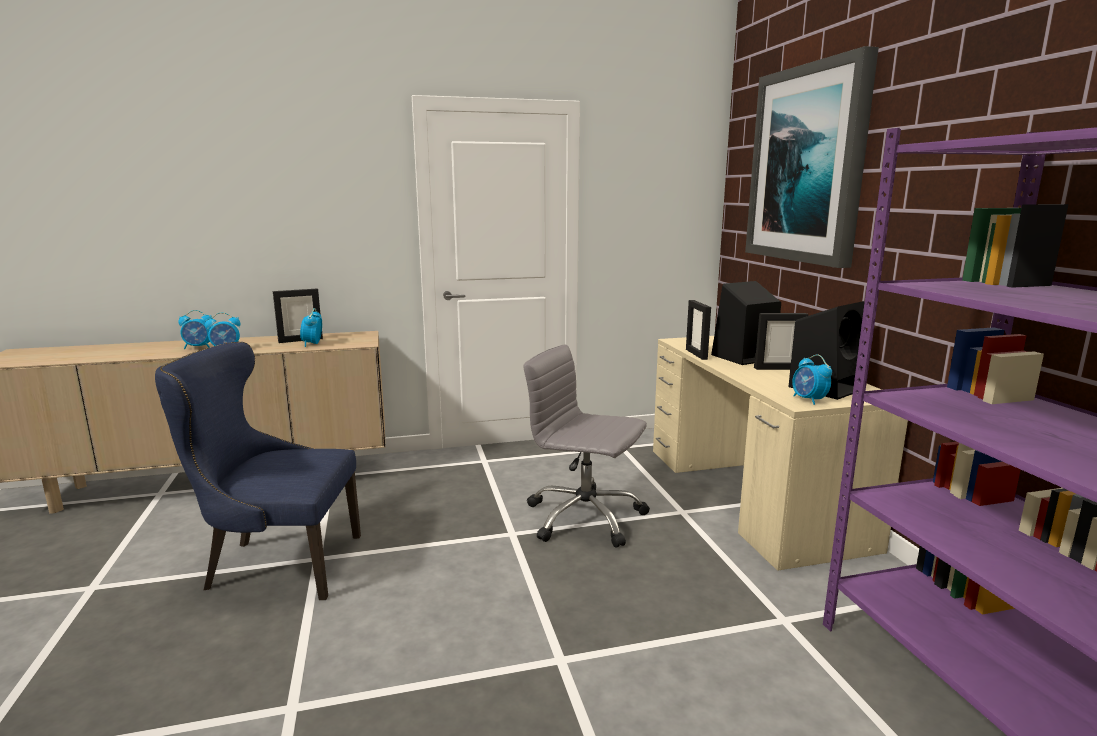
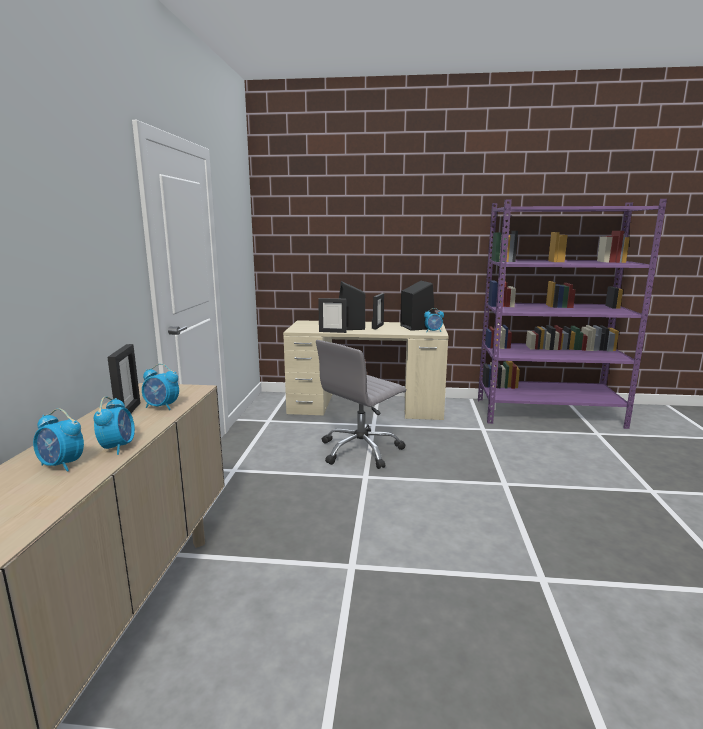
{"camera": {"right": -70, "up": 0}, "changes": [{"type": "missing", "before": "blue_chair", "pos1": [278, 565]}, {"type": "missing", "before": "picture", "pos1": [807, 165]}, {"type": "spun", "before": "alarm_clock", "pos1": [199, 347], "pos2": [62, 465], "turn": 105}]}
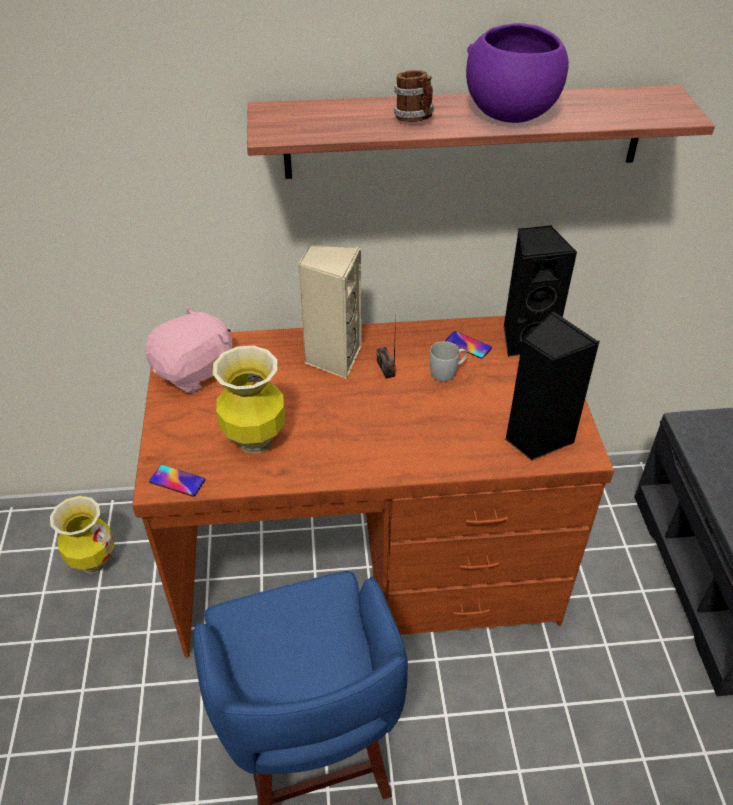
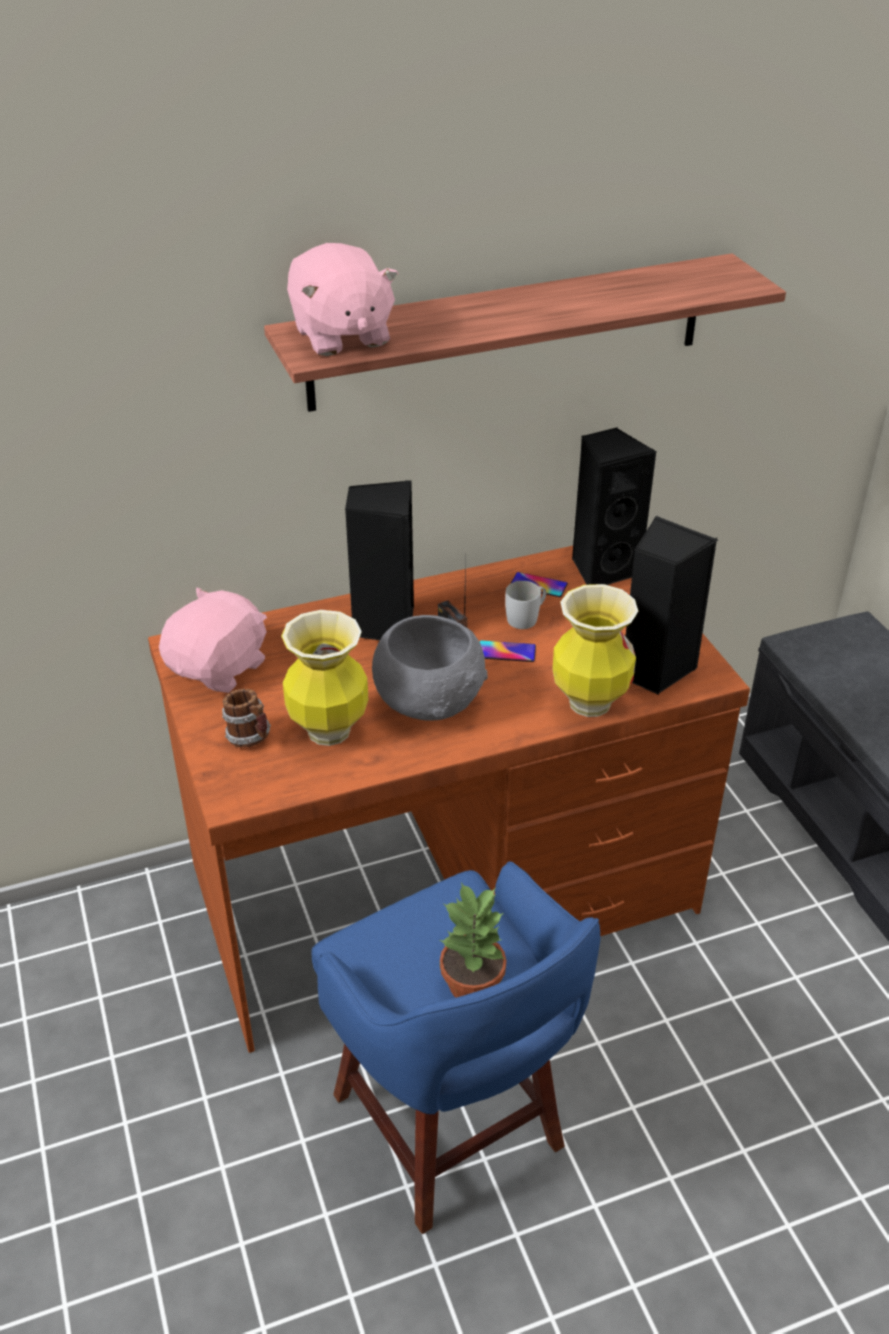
{"camera": {"right": -15, "up": -5}, "changes": [{"type": "missing", "before": "purple_bowl", "pos1": [509, 111]}, {"type": "appeared", "after": "pink_plush_toy", "pos2": [341, 336]}, {"type": "appeared", "after": "grey_bowl", "pos2": [431, 701]}, {"type": "appeared", "after": "potted_plant", "pos2": [473, 984]}, {"type": "relocated", "before": "vase", "pos1": [93, 562], "pos2": [589, 703]}, {"type": "relocated", "before": "phone", "pos1": [177, 481], "pos2": [506, 652]}, {"type": "relocated", "before": "mug", "pos1": [415, 119], "pos2": [250, 738]}, {"type": "colour", "before": "beige_speaker", "after": "black_speaker", "pos1": [333, 357], "pos2": [384, 625]}]}
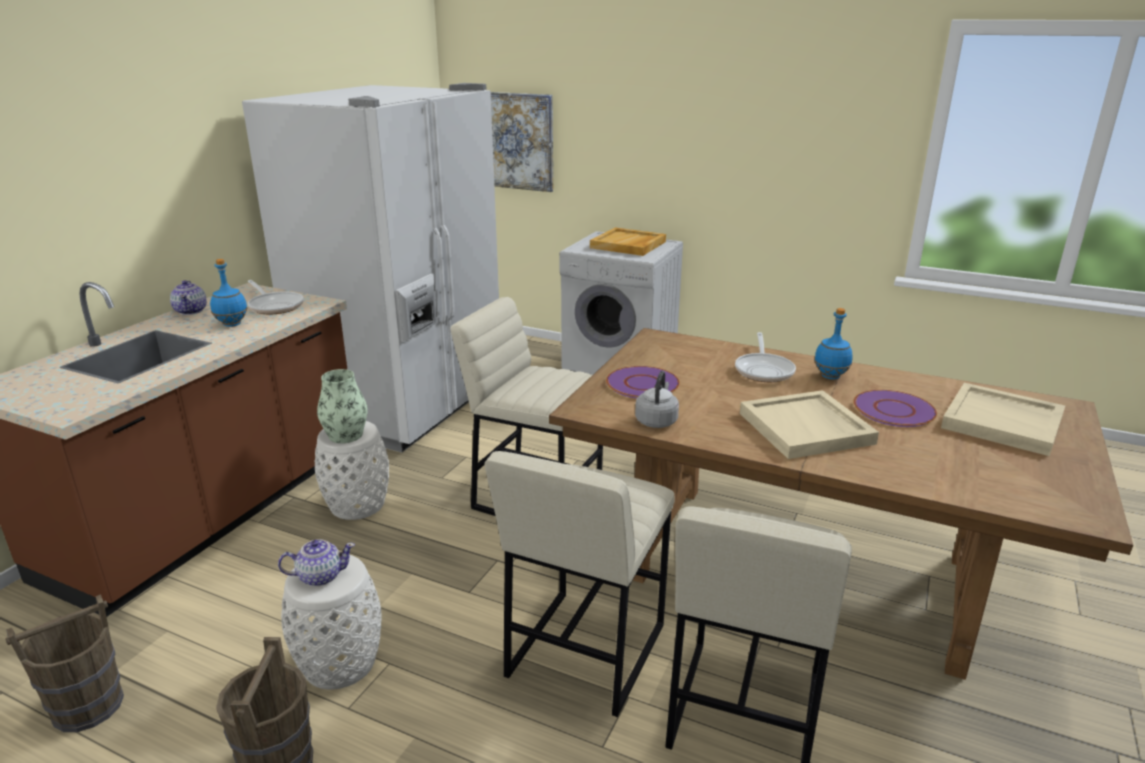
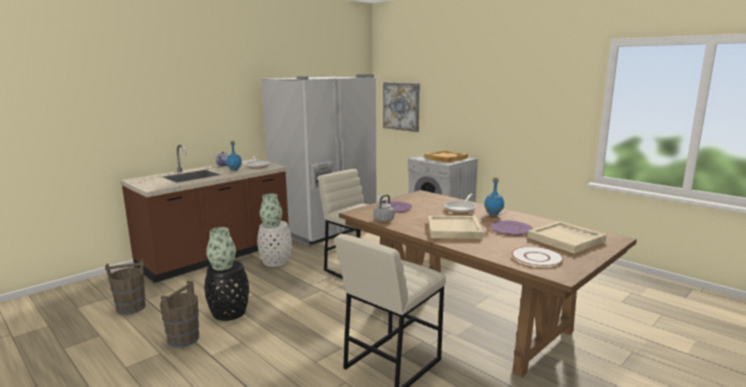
{"camera": {"right": 20, "up": -10}, "changes": [{"type": "missing", "before": "beige_chair", "pos1": [584, 653]}, {"type": "appeared", "after": "white_plate", "pos2": [537, 258]}, {"type": "exchanged", "before": "teapot", "after": "vase", "pos1": [320, 576], "pos2": [222, 266]}, {"type": "colour", "before": "white_stool", "after": "black_stool", "pos1": [339, 663], "pos2": [229, 312]}]}
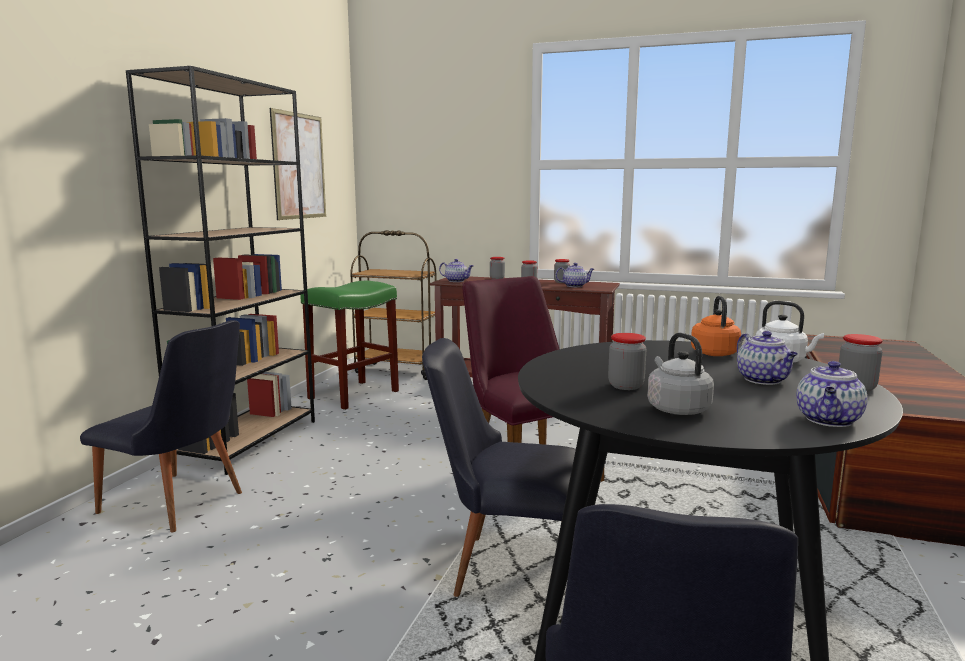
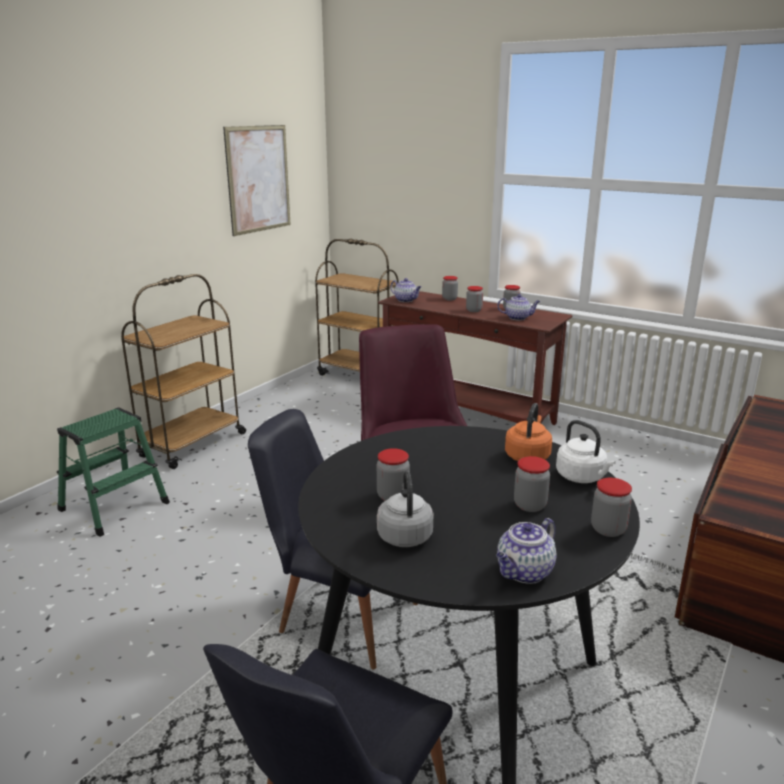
{"camera": {"right": 15, "up": 10}, "changes": [{"type": "missing", "before": "green_stool", "pos1": [353, 395]}, {"type": "exchanged", "before": "black_chair", "after": "green_step_ladder", "pos1": [180, 505], "pos2": [113, 506]}, {"type": "exchanged", "before": "beige_bookcase", "after": "brown_cart", "pos1": [247, 441], "pos2": [192, 445]}, {"type": "exchanged", "before": "teapot", "after": "jar", "pos1": [764, 380], "pos2": [530, 505]}]}
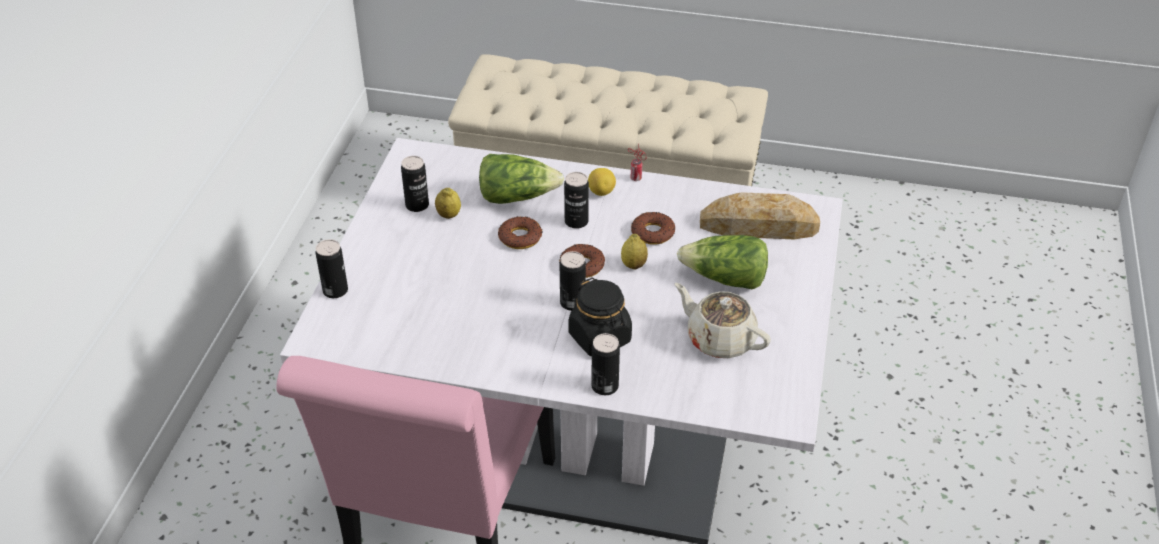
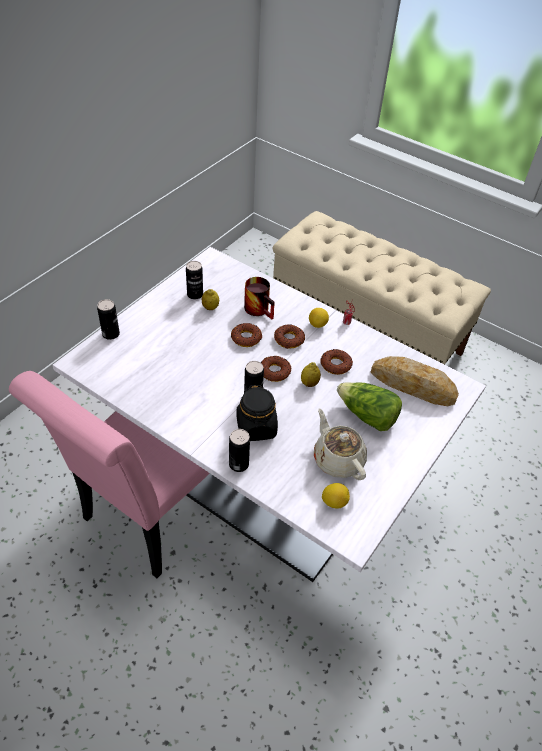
{"camera": {"right": 20, "up": 5}, "changes": [{"type": "appeared", "after": "lemon", "pos2": [334, 502]}, {"type": "exchanged", "before": "lettuce", "after": "mug", "pos1": [517, 196], "pos2": [261, 309]}, {"type": "exchanged", "before": "can", "after": "donut", "pos1": [576, 221], "pos2": [289, 339]}]}
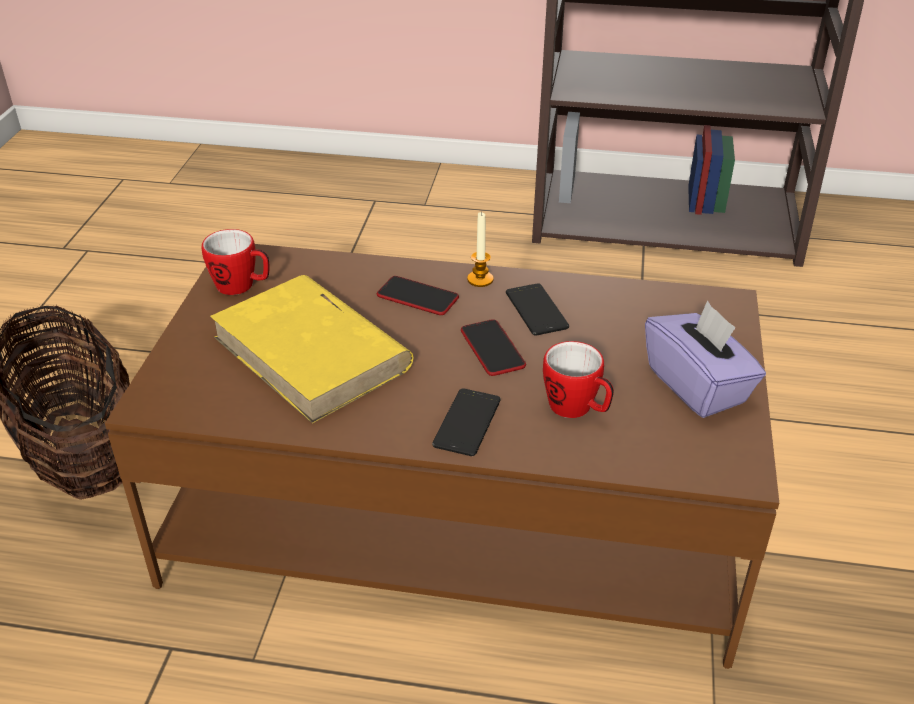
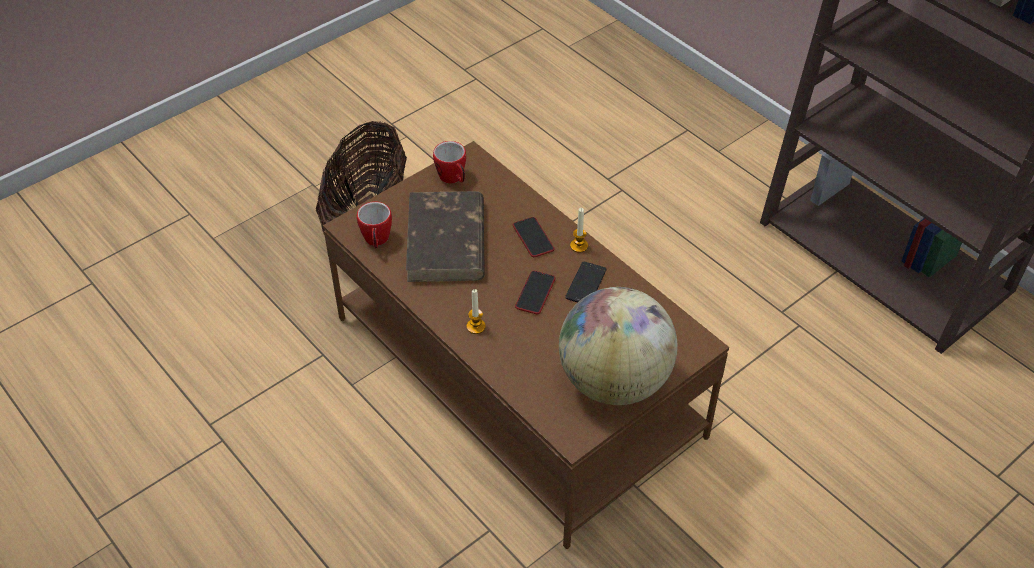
{"camera": {"right": 40, "up": 10}, "changes": [{"type": "relocated", "before": "mug", "pos1": [577, 409], "pos2": [376, 241]}, {"type": "exchanged", "before": "phone", "after": "candle", "pos1": [467, 422], "pos2": [476, 326]}, {"type": "exchanged", "before": "purple_tissue_box", "after": "globe", "pos1": [697, 385], "pos2": [614, 381]}, {"type": "colour", "before": "yellow_book", "after": "brown_book", "pos1": [313, 353], "pos2": [446, 242]}]}
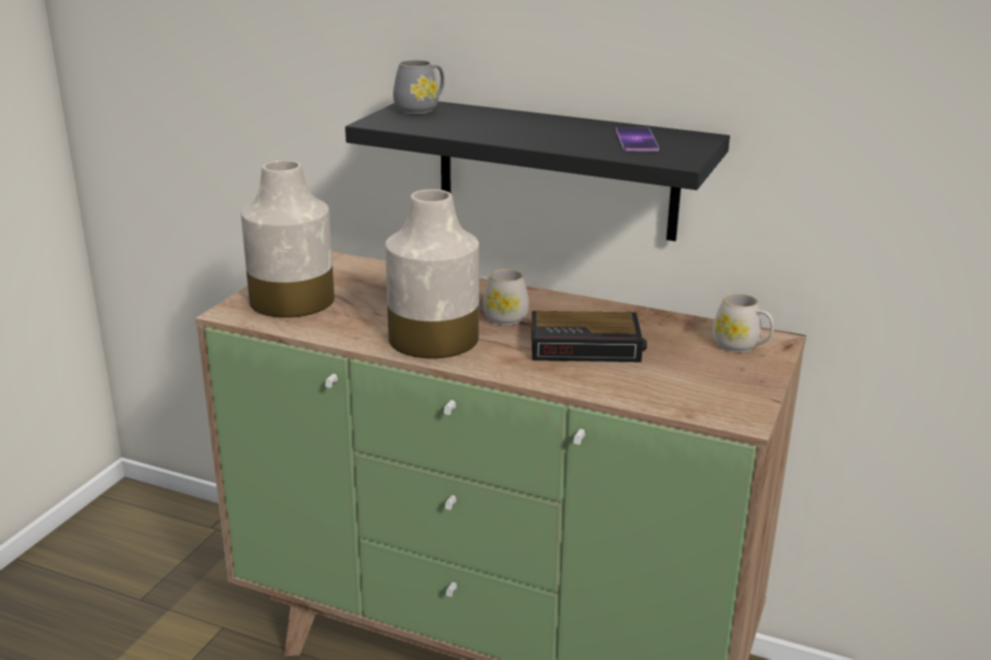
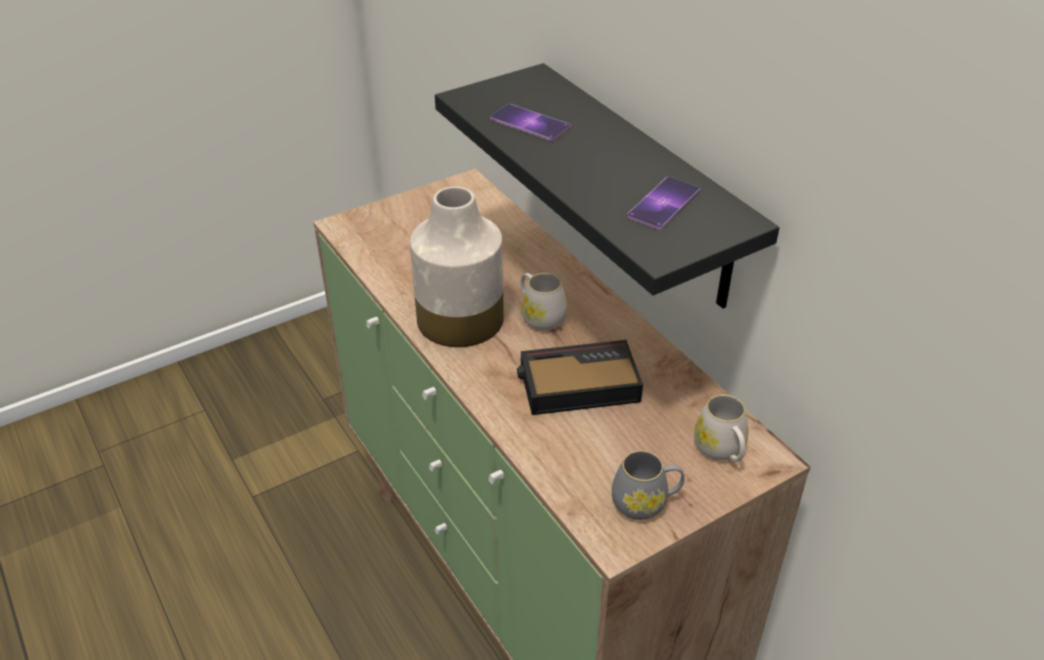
{"camera": {"right": 35, "up": 15}, "changes": [{"type": "missing", "before": "beige_vase", "pos1": [293, 299]}, {"type": "appeared", "after": "phone", "pos2": [530, 123]}, {"type": "relocated", "before": "grey_mug", "pos1": [421, 109], "pos2": [645, 502]}, {"type": "spun", "before": "alarm_clock", "pos1": [587, 346], "pos2": [576, 385], "turn": 135}]}
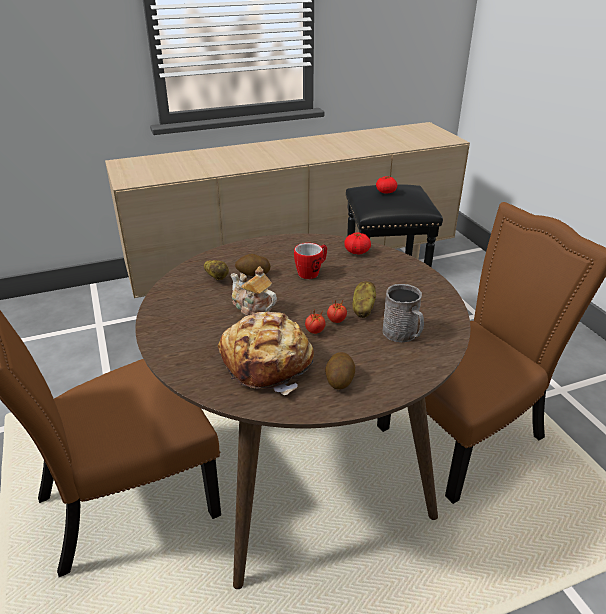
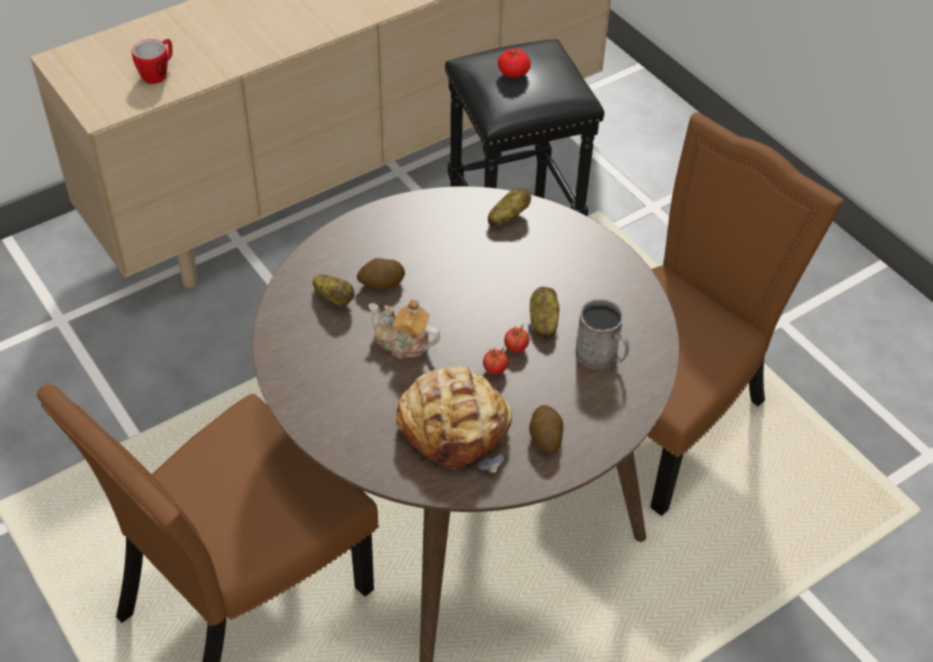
{"camera": {"right": -15, "up": 15}, "changes": [{"type": "relocated", "before": "mug", "pos1": [311, 272], "pos2": [158, 74]}, {"type": "exchanged", "before": "tomato", "after": "potato", "pos1": [357, 252], "pos2": [508, 217]}]}
